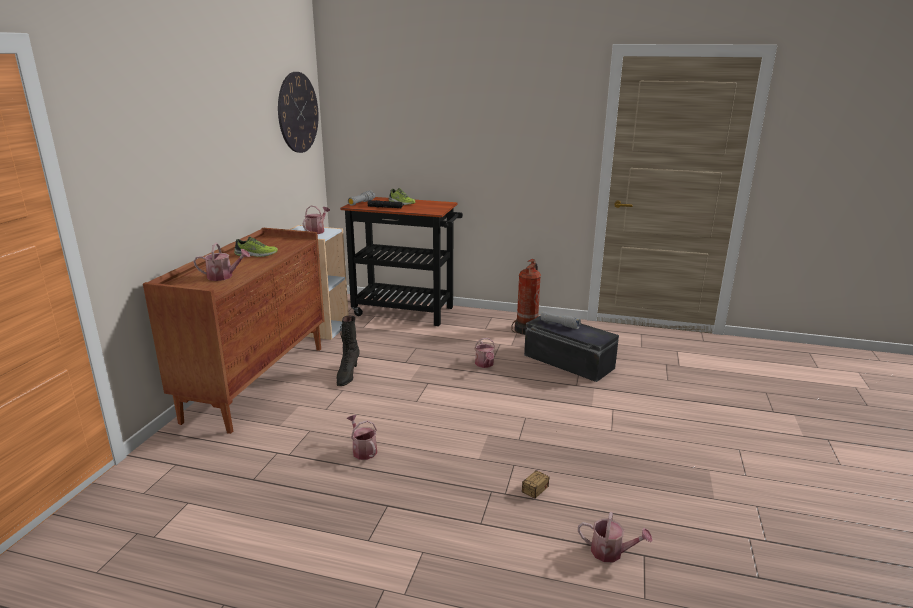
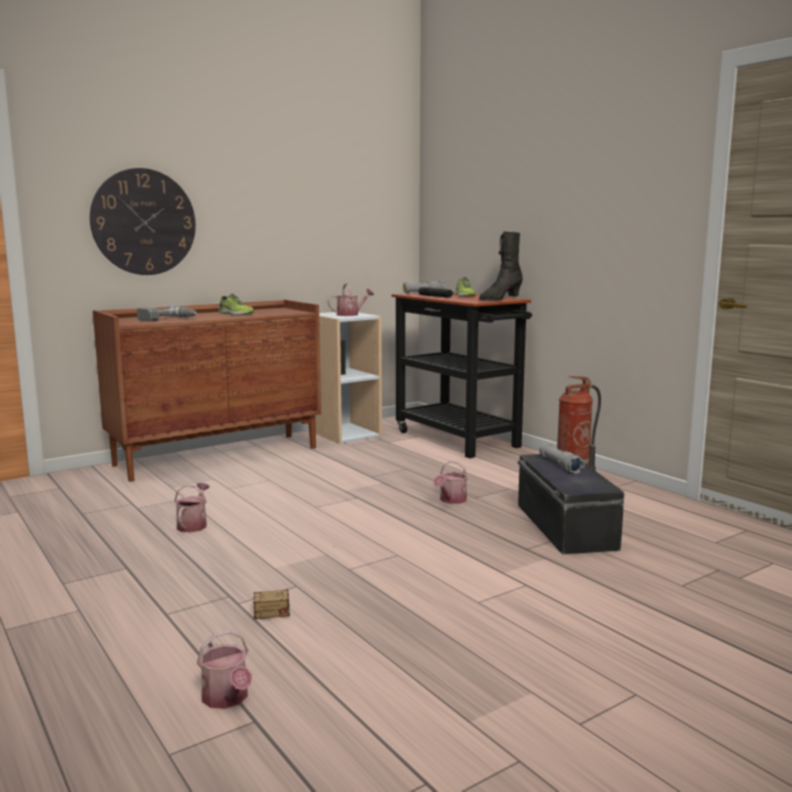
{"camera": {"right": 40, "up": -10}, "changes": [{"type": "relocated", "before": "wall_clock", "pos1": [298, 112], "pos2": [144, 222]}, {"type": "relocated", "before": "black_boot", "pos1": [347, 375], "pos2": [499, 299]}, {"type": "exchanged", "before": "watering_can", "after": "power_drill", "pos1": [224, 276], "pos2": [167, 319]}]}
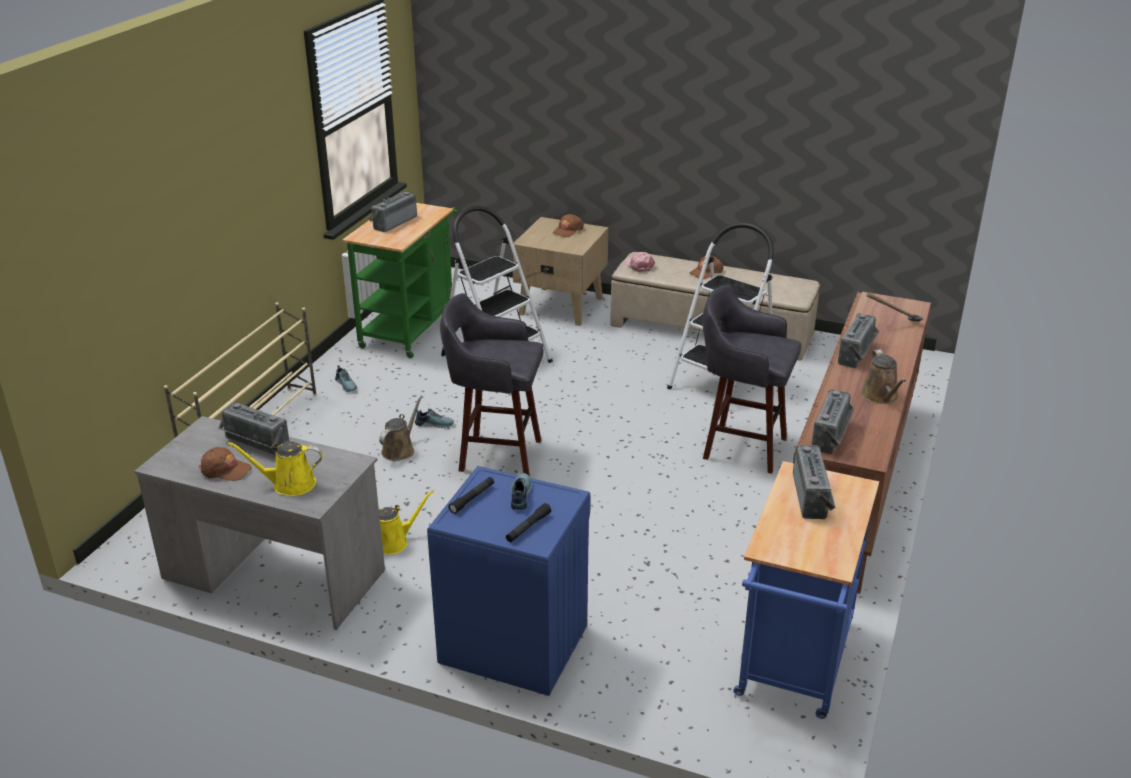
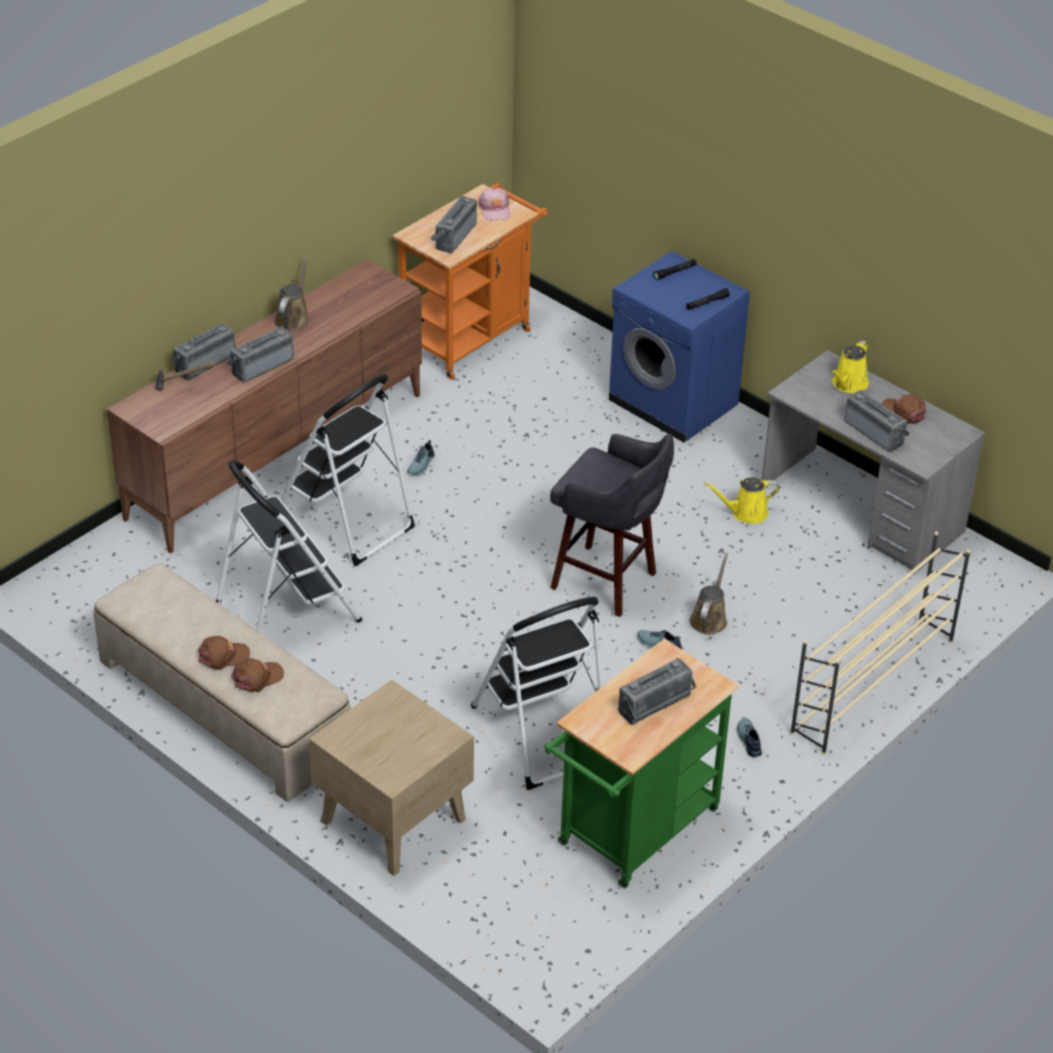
{"camera": {"right": -160, "up": 10}, "changes": [{"type": "relocated", "before": "shoe", "pos1": [519, 495], "pos2": [422, 465]}, {"type": "relocated", "before": "brown_cap", "pos1": [568, 230], "pos2": [257, 678]}, {"type": "relocated", "before": "pink_cap", "pos1": [639, 266], "pos2": [495, 209]}, {"type": "relocated", "before": "radio", "pos1": [833, 436], "pos2": [203, 362]}, {"type": "exchanged", "before": "grey_stool", "after": "step_ladder", "pos1": [740, 447], "pos2": [346, 522]}, {"type": "colour", "before": "blue_cart", "after": "orange_cart", "pos1": [793, 665], "pos2": [471, 336]}, {"type": "spun", "before": "yellow_watering_can", "pos1": [289, 484], "pos2": [848, 384], "turn": 105}, {"type": "spun", "before": "brown_watering_can", "pos1": [400, 450], "pos2": [709, 619], "turn": 150}]}
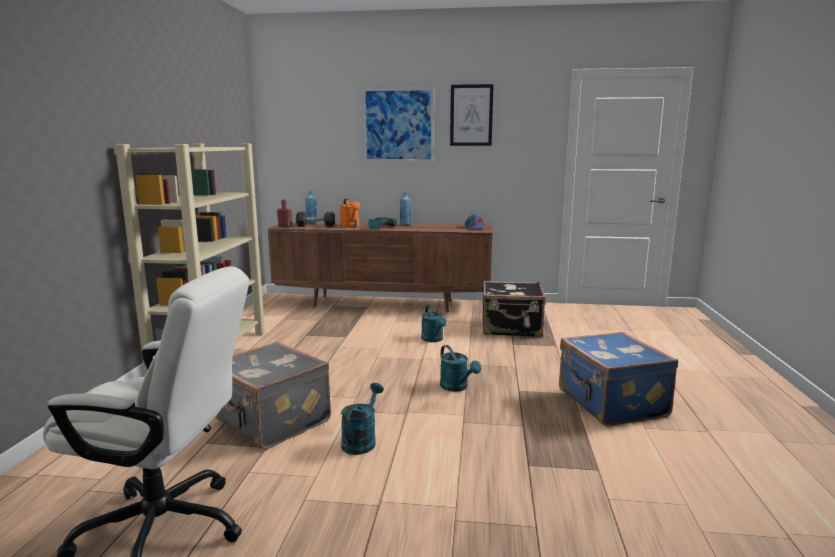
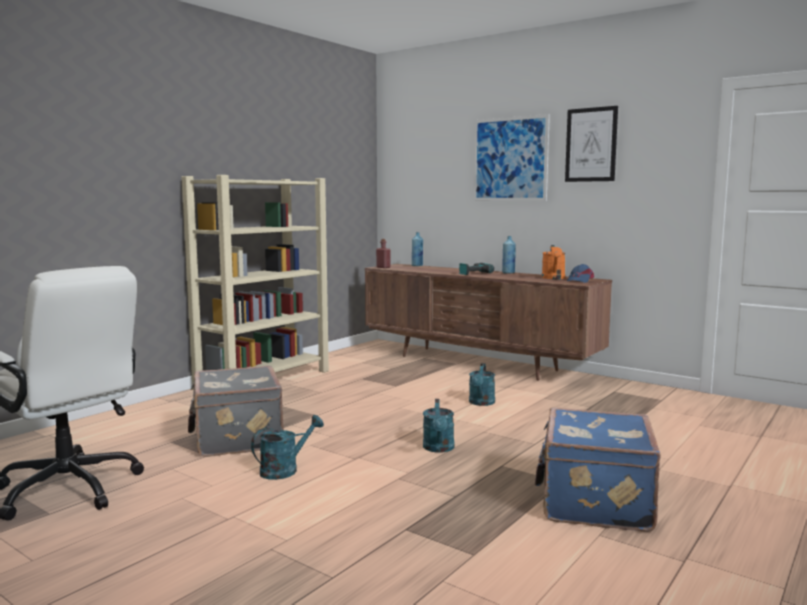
{"camera": {"right": 30, "up": -5}, "changes": [{"type": "missing", "before": "black_dumbbell", "pos1": [315, 226]}, {"type": "missing", "before": "black_suitcase", "pos1": [511, 328]}, {"type": "relocated", "before": "orange_watering_can", "pos1": [351, 226], "pos2": [553, 278]}]}
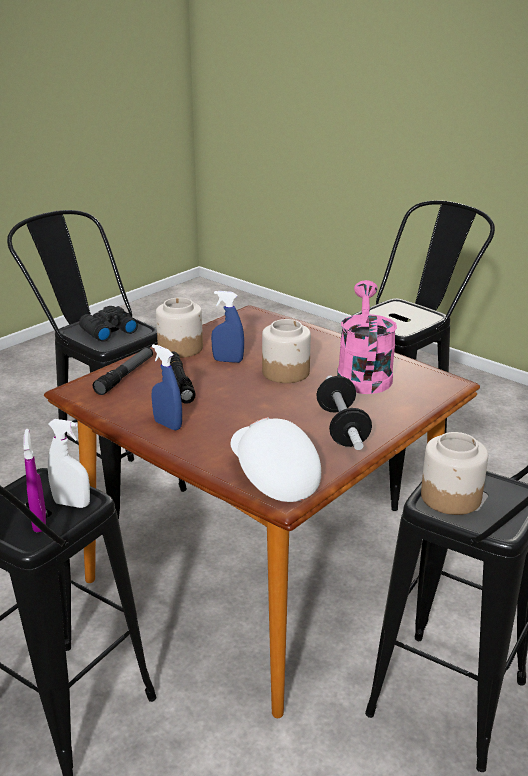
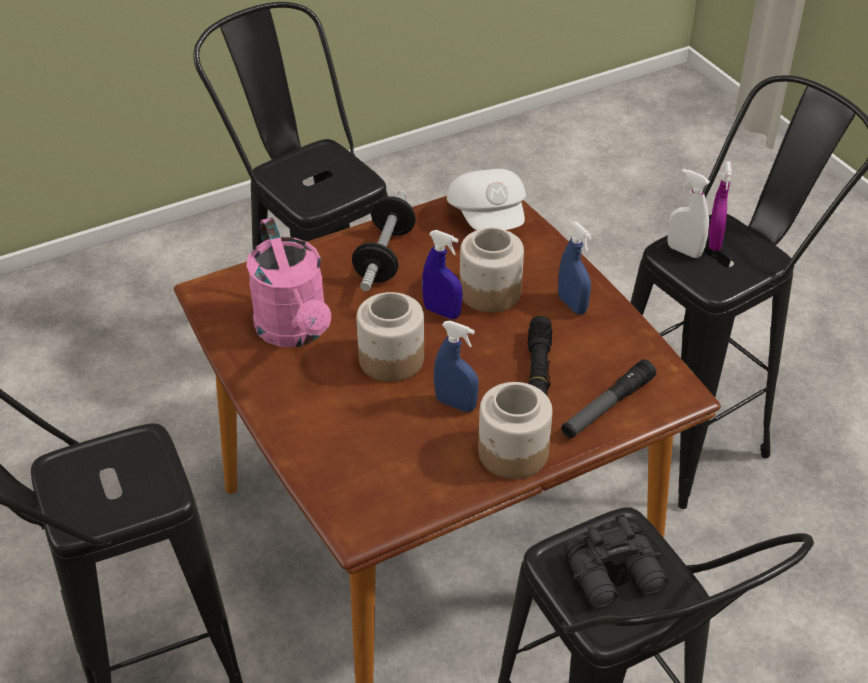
{"camera": {"right": -160, "up": 15}, "changes": [{"type": "appeared", "after": "blue_spray_bottle", "pos2": [442, 312]}, {"type": "relocated", "before": "jar", "pos1": [451, 497], "pos2": [489, 292]}, {"type": "spun", "before": "pink_watering_can", "pos1": [363, 374], "pos2": [296, 332], "turn": -45}]}
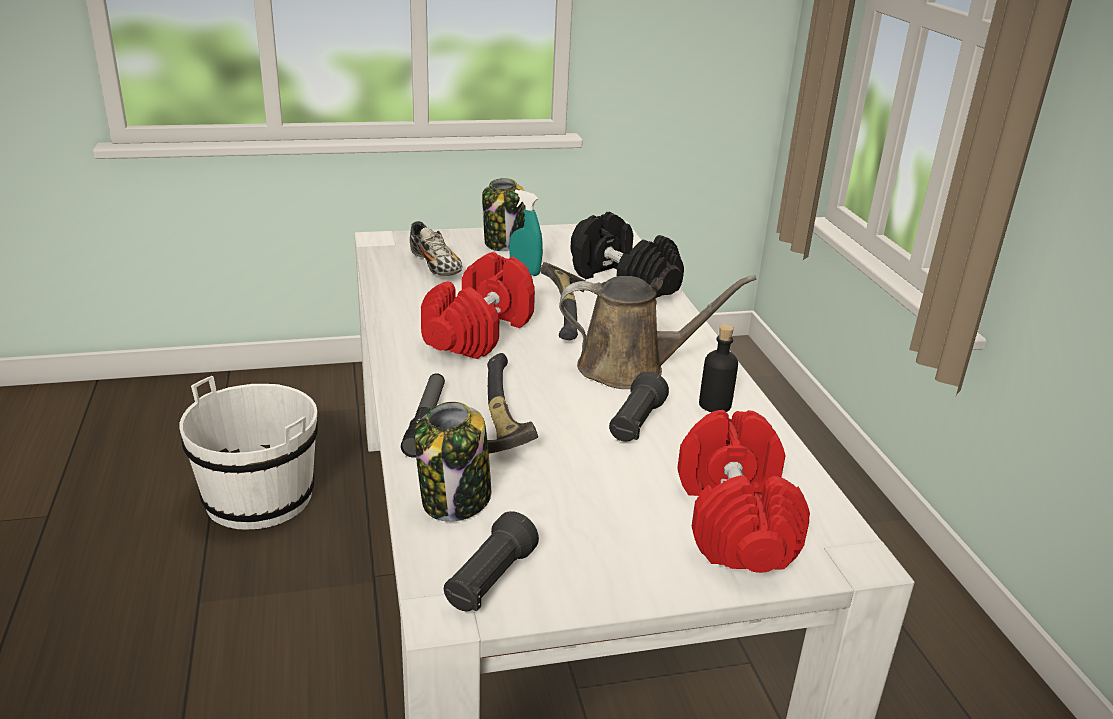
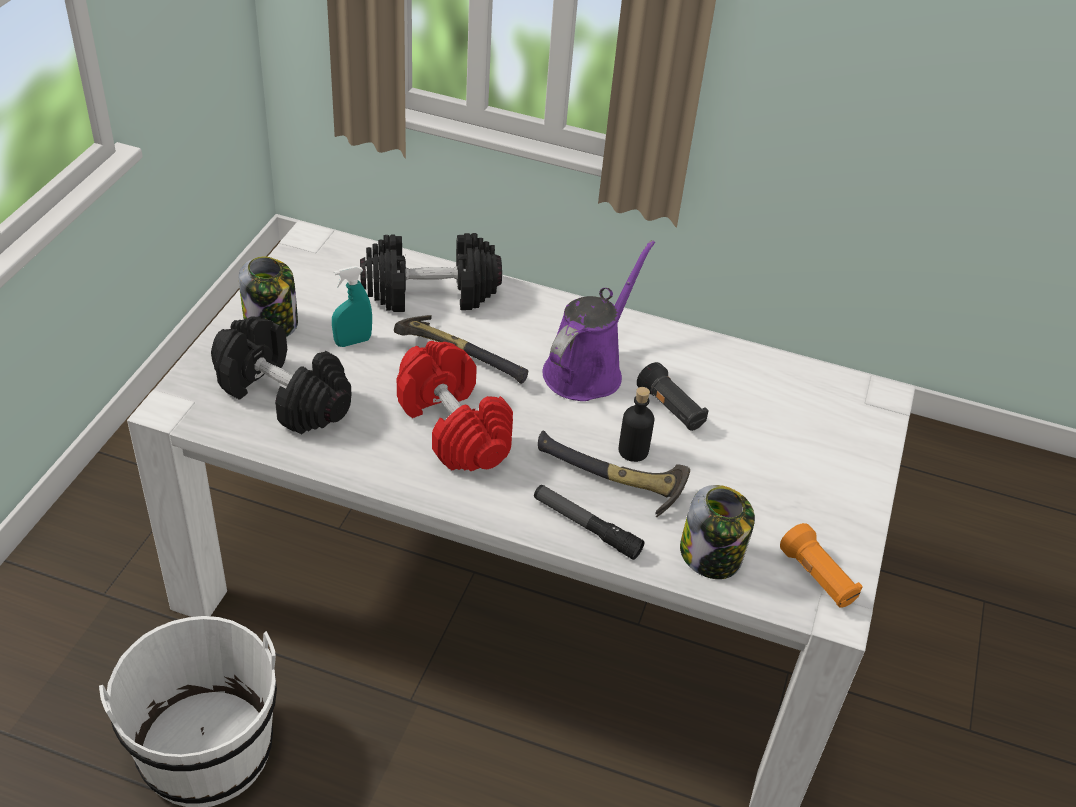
{"camera": {"right": -60, "up": 15}, "changes": [{"type": "missing", "before": "red_dumbbell", "pos1": [734, 520]}, {"type": "relocated", "before": "black_bottle", "pos1": [715, 404], "pos2": [633, 450]}, {"type": "exchanged", "before": "shoe", "after": "black_dumbbell", "pos1": [436, 267], "pos2": [284, 396]}, {"type": "colour", "before": "black_flashlight", "after": "orange_flashlight", "pos1": [489, 581], "pos2": [817, 578]}, {"type": "colour", "before": "brown_watering_can", "after": "purple_watering_can", "pos1": [630, 368], "pos2": [587, 369]}]}
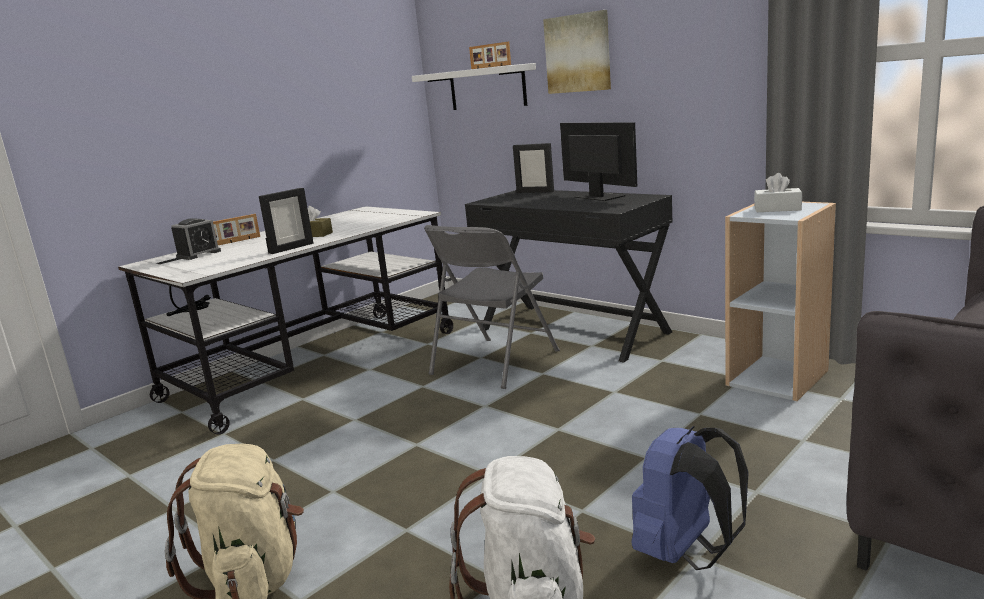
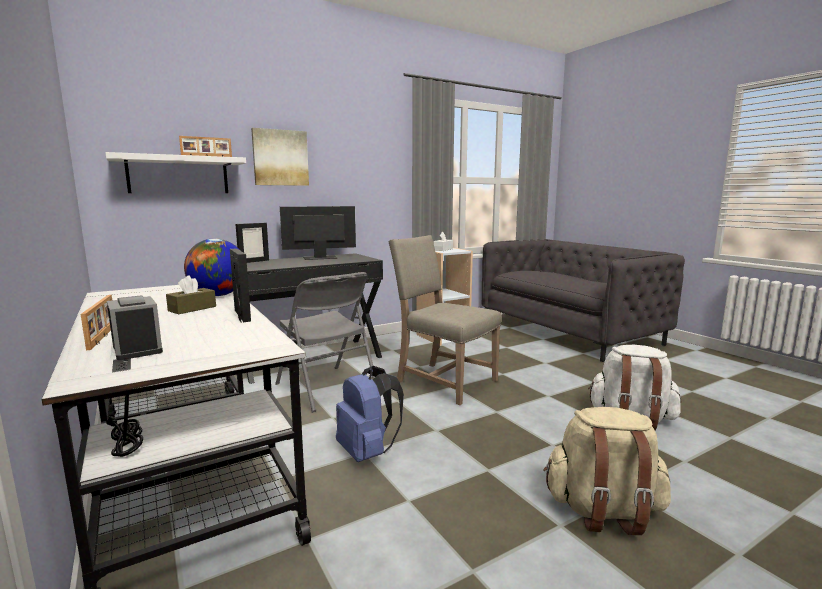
{"camera": {"right": -75, "up": -5}, "changes": [{"type": "appeared", "after": "globe", "pos2": [218, 295]}, {"type": "appeared", "after": "beige_chair", "pos2": [443, 381]}, {"type": "relocated", "before": "blue_backpack", "pos1": [685, 554], "pos2": [368, 452]}]}
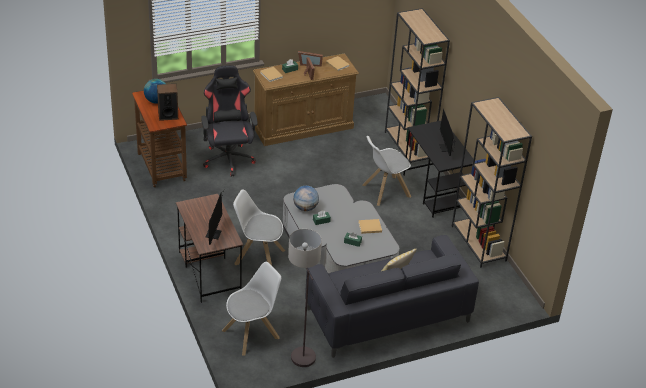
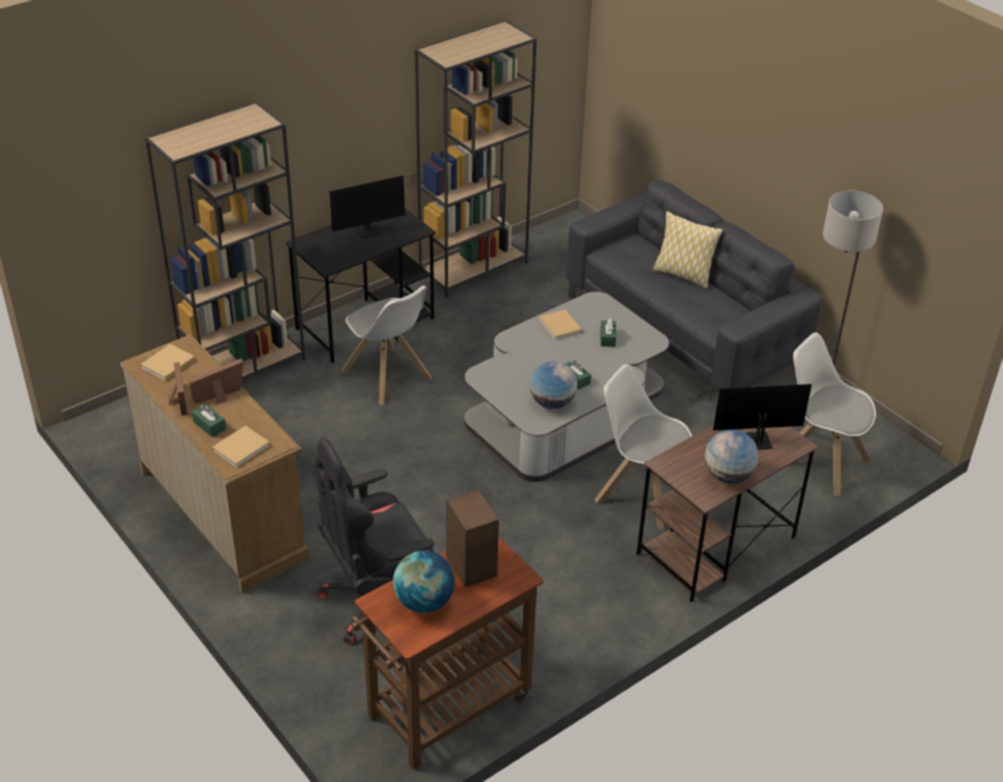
{"camera": {"right": -105, "up": 0}, "changes": [{"type": "appeared", "after": "globe", "pos2": [728, 476]}, {"type": "spun", "before": "chair", "pos1": [258, 256], "pos2": [641, 493], "turn": 120}]}
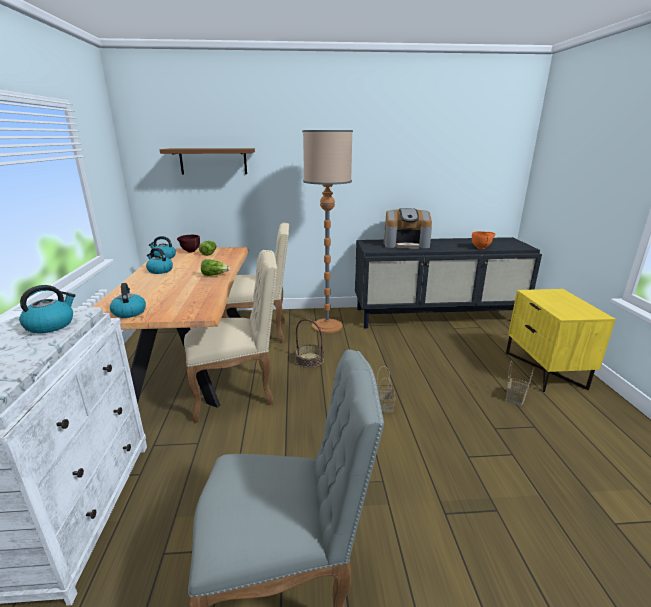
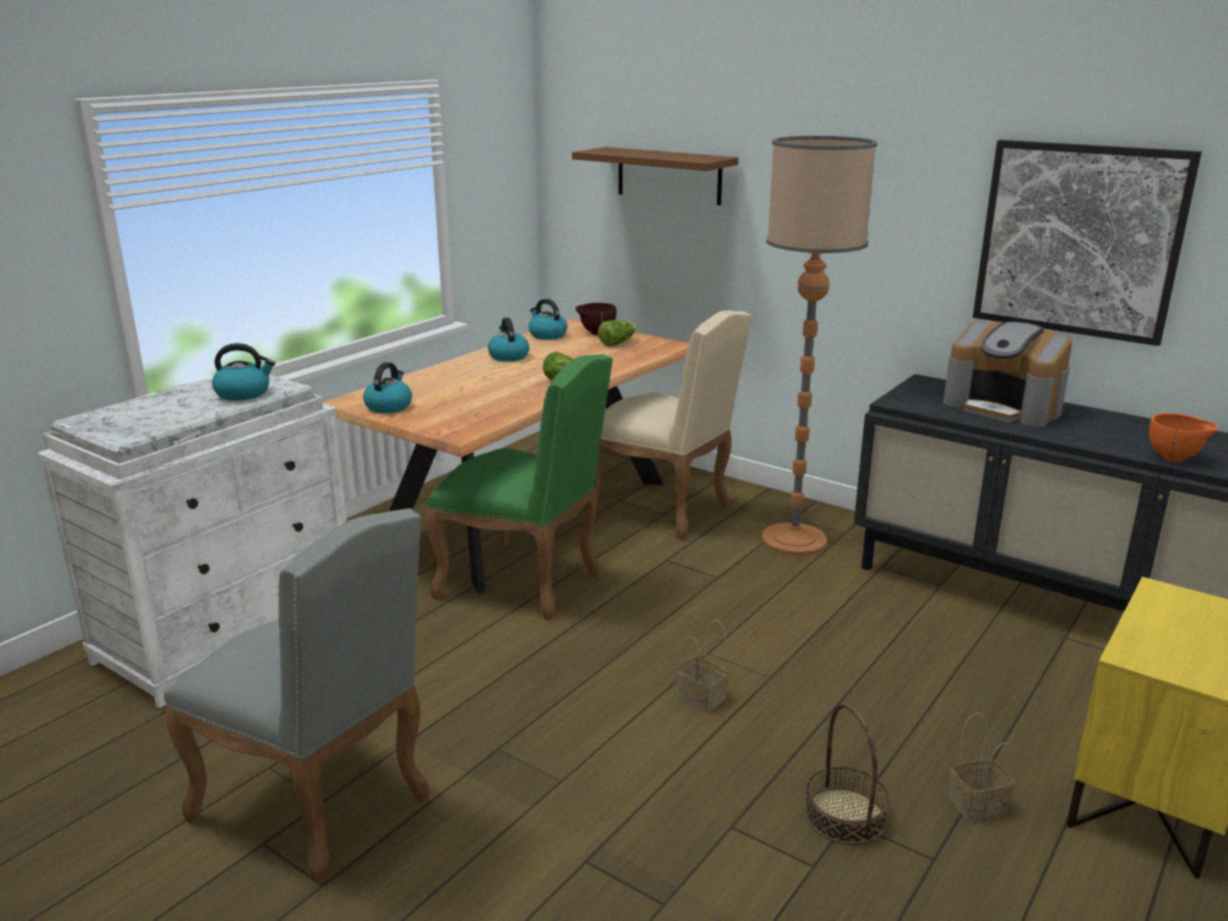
{"camera": {"right": 40, "up": 0}, "changes": [{"type": "appeared", "after": "picture", "pos2": [1079, 240]}, {"type": "relocated", "before": "basket", "pos1": [309, 360], "pos2": [844, 815]}, {"type": "colour", "before": "beige_chair", "after": "green_chair", "pos1": [236, 392], "pos2": [524, 583]}]}
